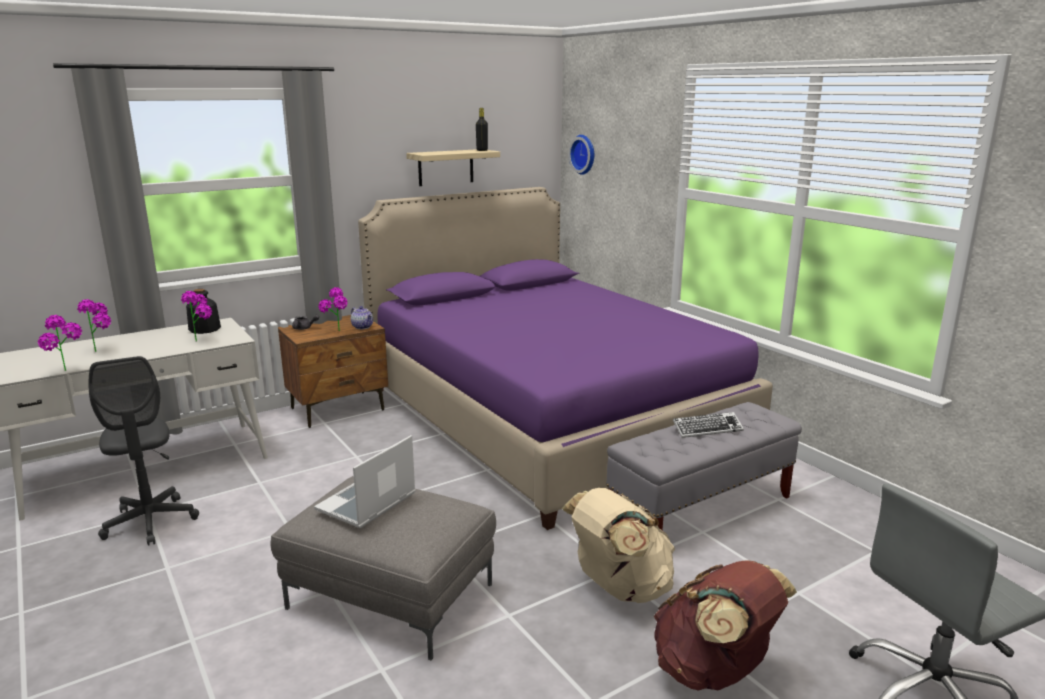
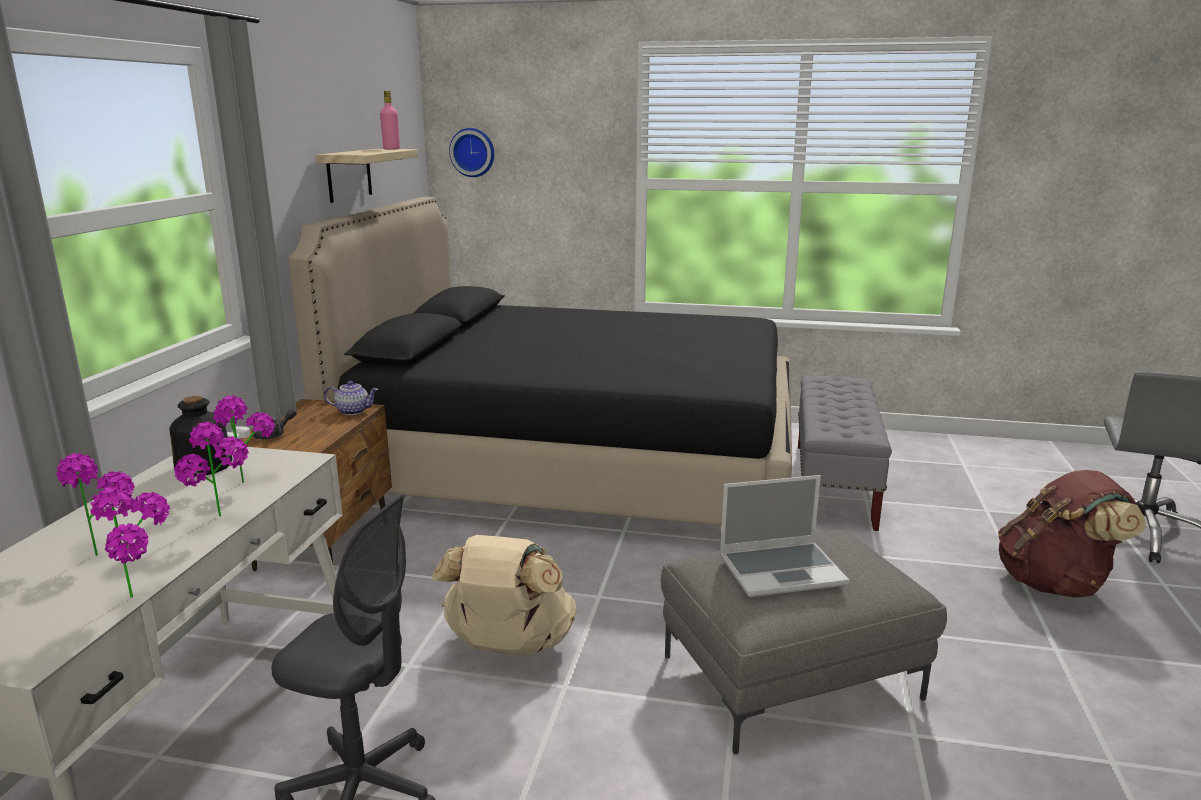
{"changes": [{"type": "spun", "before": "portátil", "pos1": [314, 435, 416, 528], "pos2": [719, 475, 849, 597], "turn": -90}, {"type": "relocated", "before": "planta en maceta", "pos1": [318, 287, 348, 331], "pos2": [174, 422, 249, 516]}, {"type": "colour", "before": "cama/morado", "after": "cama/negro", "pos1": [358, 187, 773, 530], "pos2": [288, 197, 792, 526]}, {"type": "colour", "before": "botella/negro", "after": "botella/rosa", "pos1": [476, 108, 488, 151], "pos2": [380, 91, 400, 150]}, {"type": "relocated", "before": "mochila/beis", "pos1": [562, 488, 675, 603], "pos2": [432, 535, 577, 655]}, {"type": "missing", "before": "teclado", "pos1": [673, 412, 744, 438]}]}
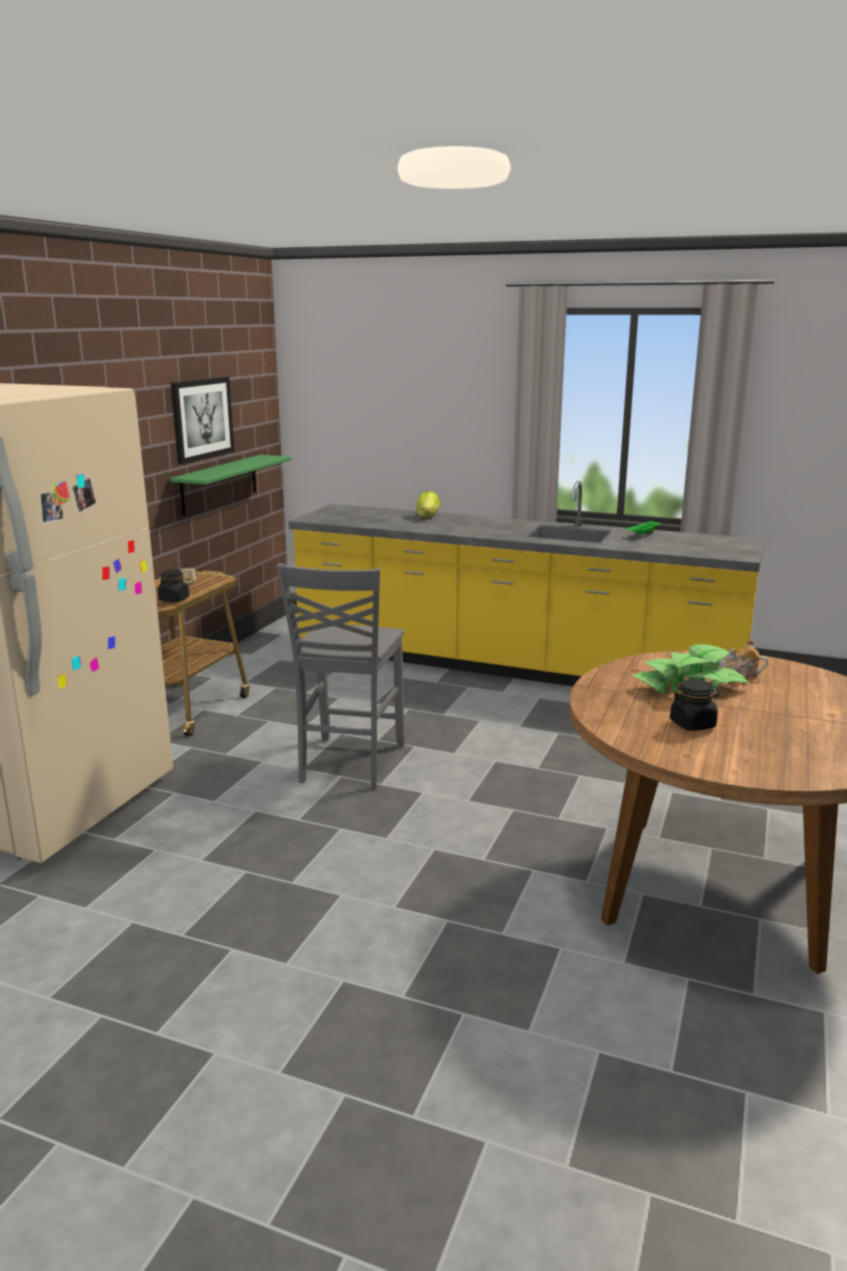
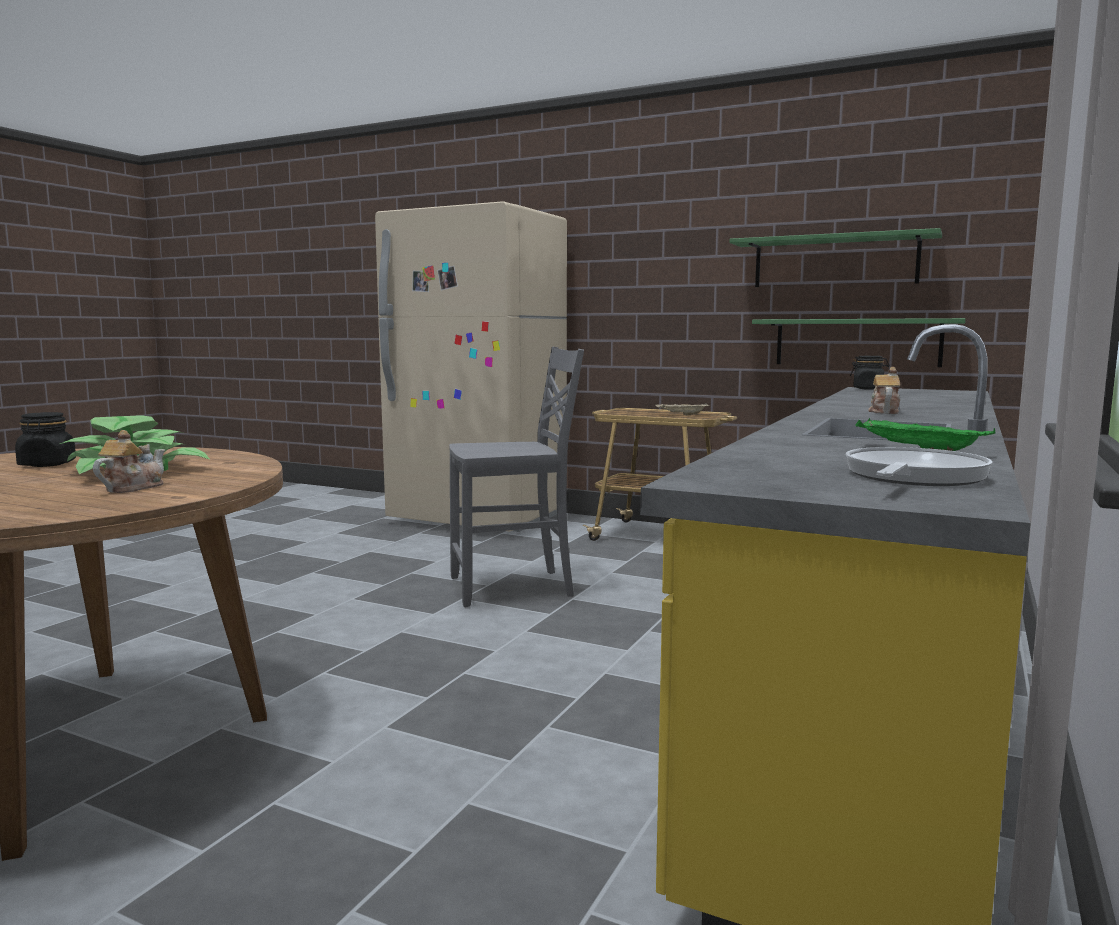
{"changes": [{"type": "relocated", "before": "tarro/negro", "pos1": [158, 569, 189, 602], "pos2": [850, 356, 890, 390]}, {"type": "exchanged", "before": "cuadro", "after": "estante/verde", "pos1": [171, 377, 234, 464], "pos2": [729, 228, 942, 287]}, {"type": "spun", "before": "silla/gris", "pos1": [277, 563, 405, 790], "pos2": [449, 347, 584, 607], "turn": 150}, {"type": "missing", "before": "lechuga", "pos1": [416, 491, 440, 517]}, {"type": "appeared", "after": "sartén", "pos2": [846, 447, 992, 486]}, {"type": "appeared", "after": "tetera", "pos2": [868, 367, 900, 414]}]}
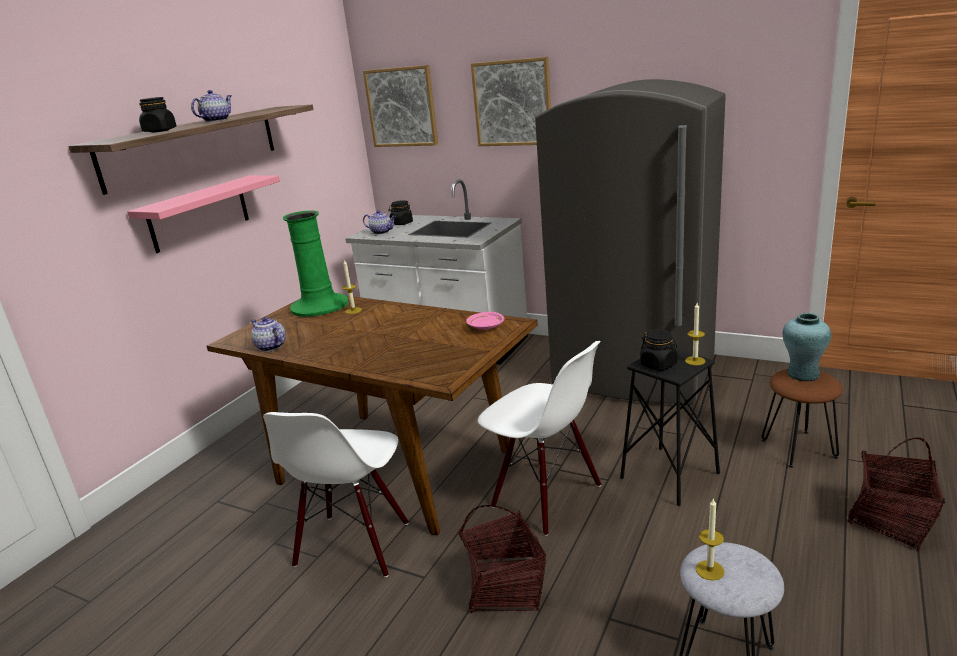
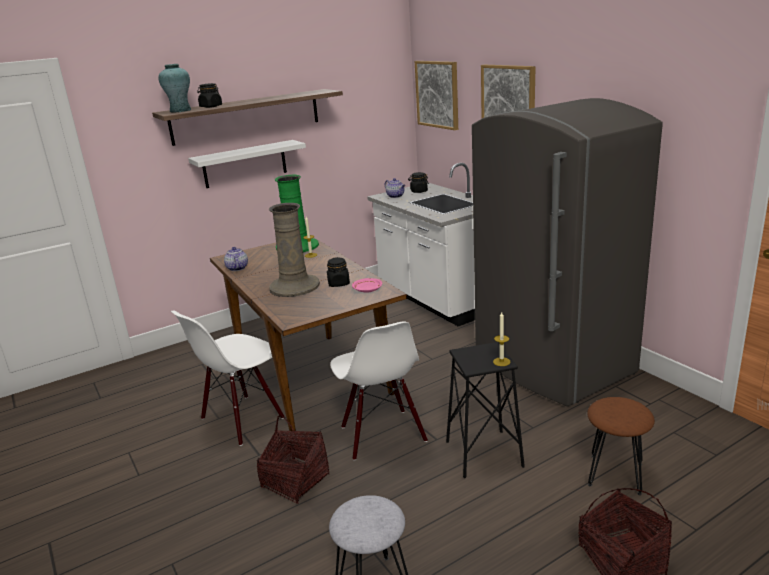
{"changes": [{"type": "colour", "before": "estante/rosa", "after": "estante/blanco", "pos1": [127, 175, 280, 253], "pos2": [188, 140, 306, 188]}, {"type": "missing", "before": "tetera", "pos1": [191, 90, 232, 122]}, {"type": "relocated", "before": "tarro/negro", "pos1": [640, 329, 677, 371], "pos2": [327, 257, 350, 287]}, {"type": "missing", "before": "vela", "pos1": [696, 498, 724, 580]}, {"type": "relocated", "before": "florero/turquesa", "pos1": [782, 313, 831, 381], "pos2": [158, 64, 191, 113]}, {"type": "appeared", "after": "florero/beis", "pos2": [269, 203, 320, 297]}]}
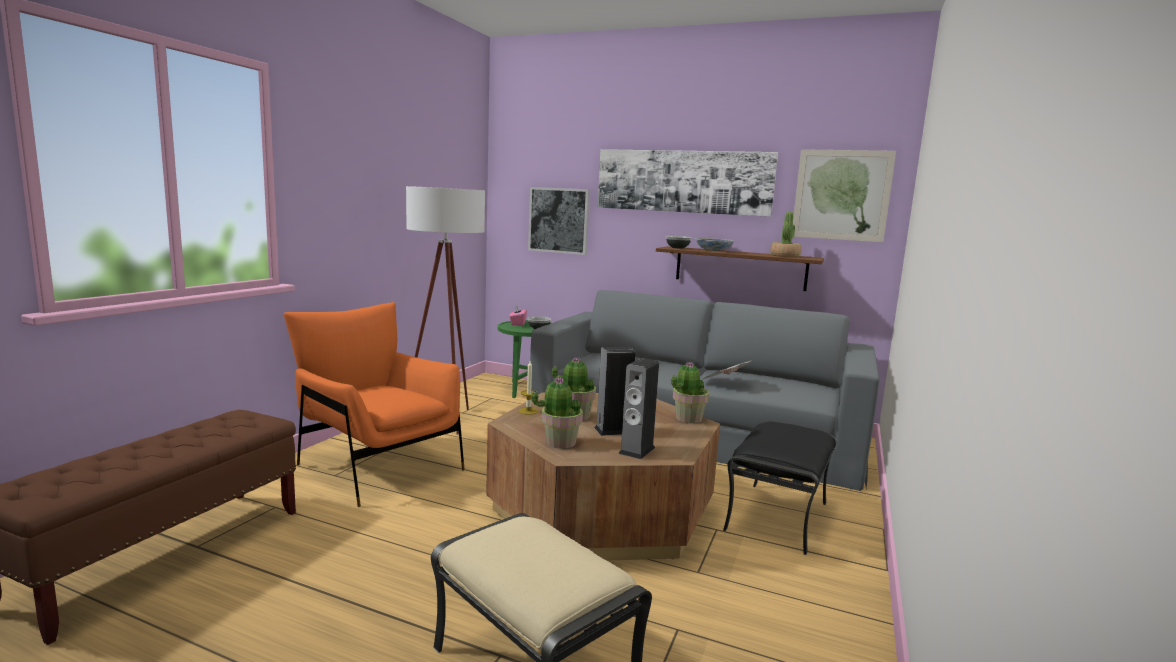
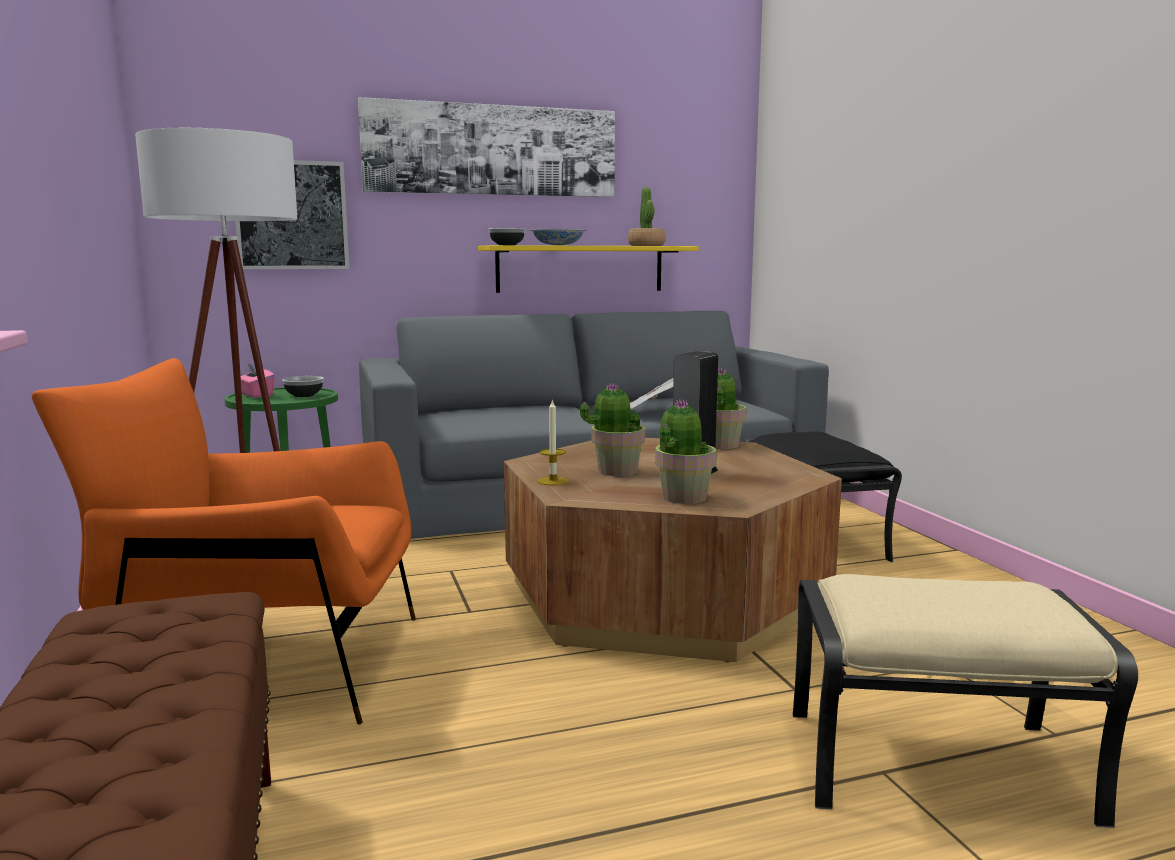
{"changes": [{"type": "missing", "before": "altavoz", "pos1": [618, 358, 659, 459]}, {"type": "colour", "before": "estante/marrón", "after": "estante/amarillo", "pos1": [656, 246, 824, 291], "pos2": [478, 245, 699, 293]}, {"type": "missing", "before": "cuadro", "pos1": [793, 149, 896, 242]}]}
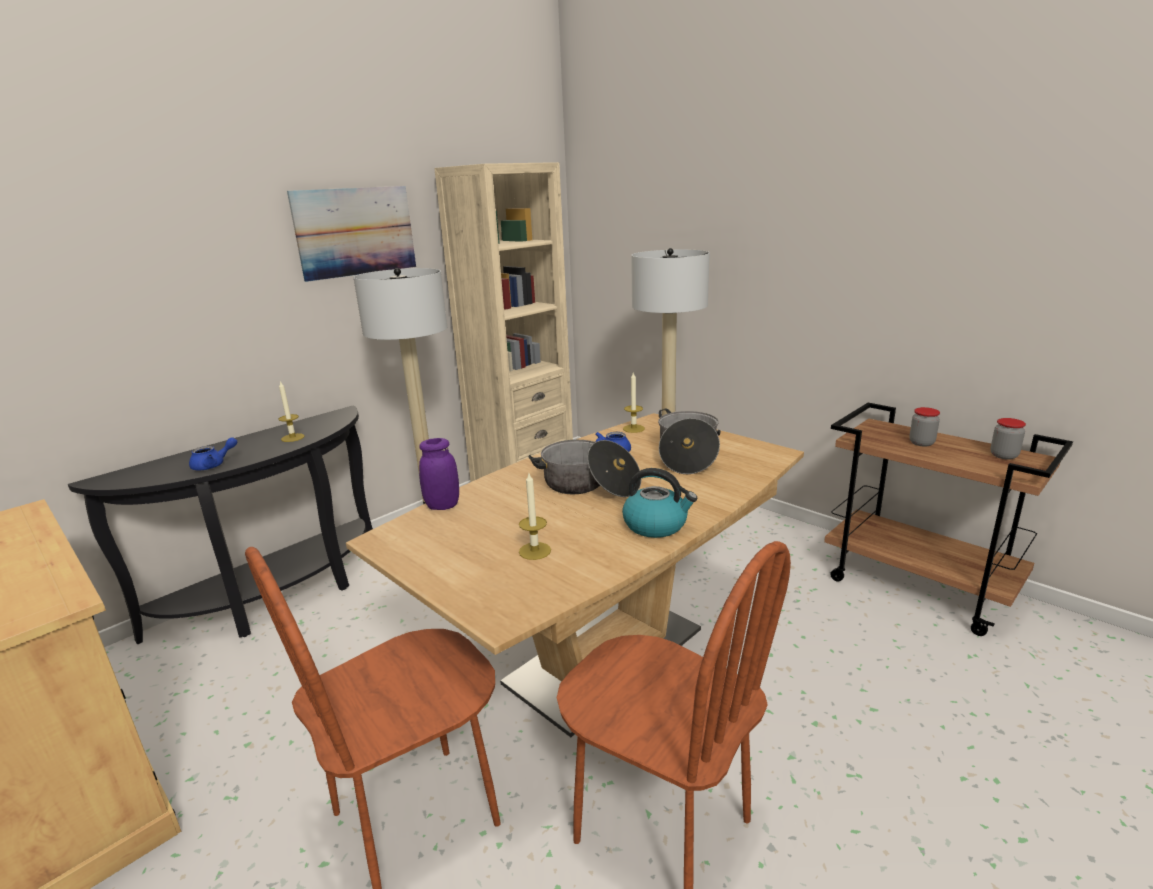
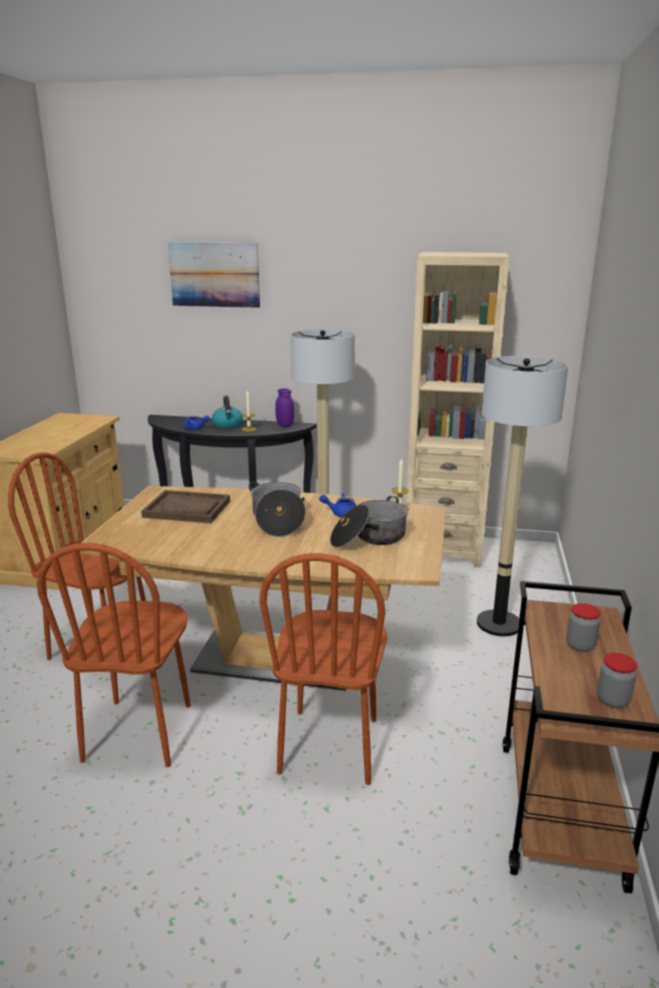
{"changes": [{"type": "relocated", "before": "cuadro", "pos1": [287, 186, 416, 282], "pos2": [168, 242, 260, 308]}, {"type": "relocated", "before": "tarro/morado", "pos1": [419, 438, 459, 510], "pos2": [275, 388, 294, 427]}, {"type": "missing", "before": "vela", "pos1": [519, 473, 551, 560]}, {"type": "relocated", "before": "hervidor", "pos1": [622, 468, 697, 538], "pos2": [212, 396, 243, 428]}, {"type": "appeared", "after": "bandeja/marrón", "pos2": [141, 490, 230, 523]}, {"type": "appeared", "after": "silla/marrón", "pos2": [259, 553, 387, 785]}]}
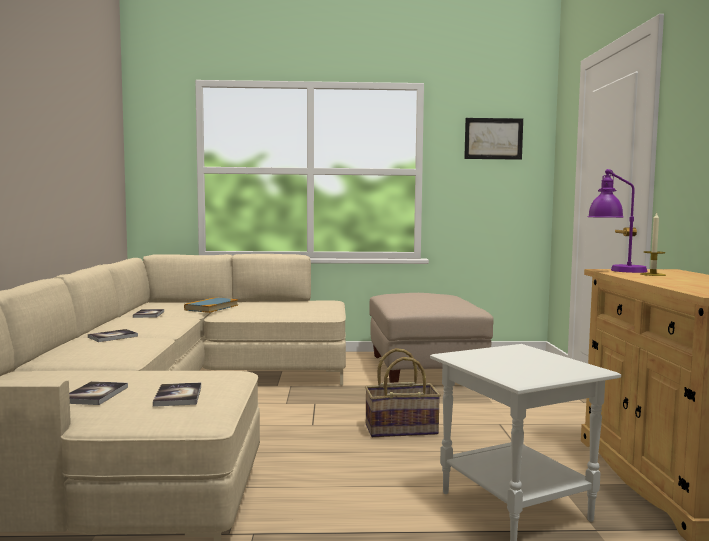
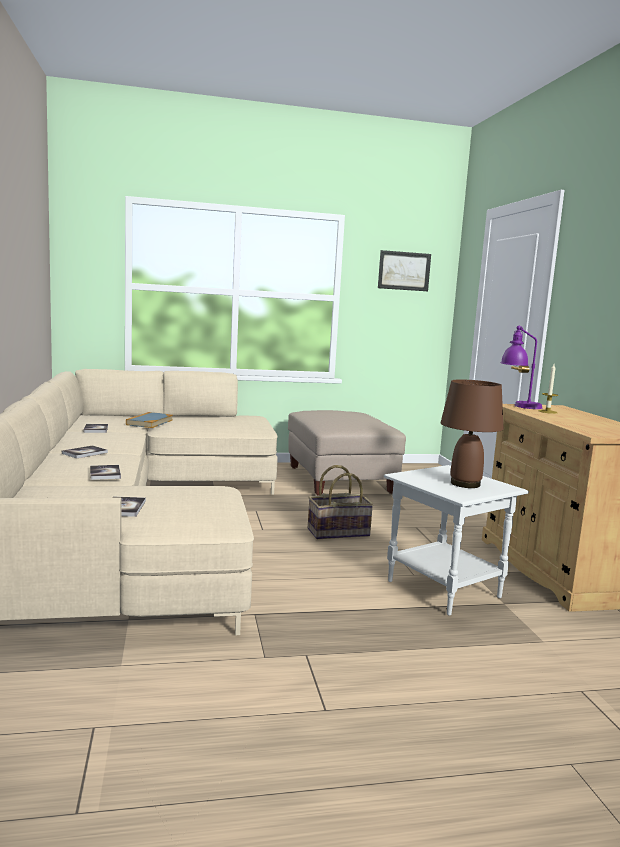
{"changes": [{"type": "relocated", "before": "libro", "pos1": [153, 382, 201, 407], "pos2": [90, 465, 121, 480]}, {"type": "appeared", "after": "lámpara de mesa/marrón", "pos2": [441, 379, 504, 488]}]}
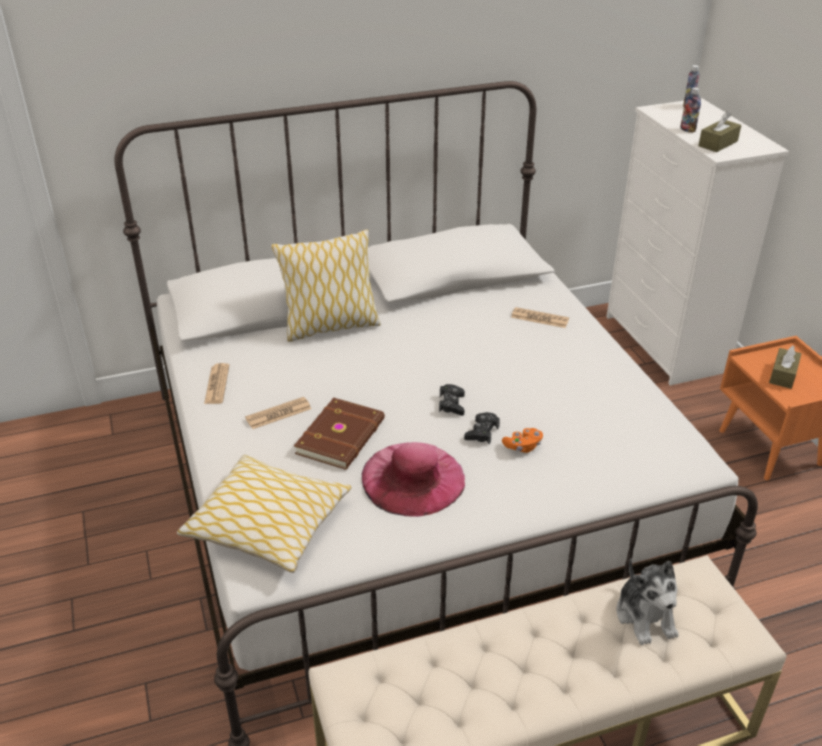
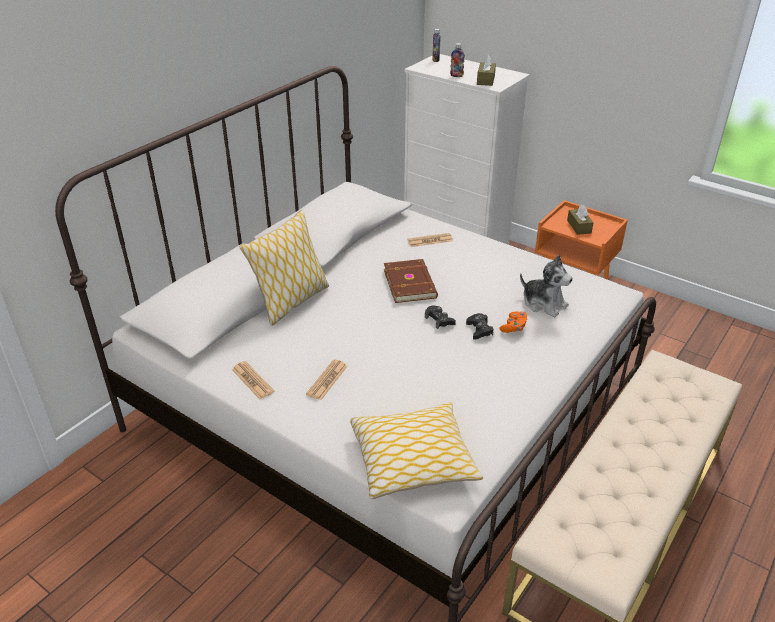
{"changes": [{"type": "relocated", "before": "libro/marrón", "pos1": [294, 398, 385, 470], "pos2": [384, 259, 438, 303]}, {"type": "missing", "before": "sombrero/rosa", "pos1": [361, 442, 465, 517]}, {"type": "relocated", "before": "peluche", "pos1": [616, 558, 678, 645], "pos2": [520, 255, 573, 317]}]}
